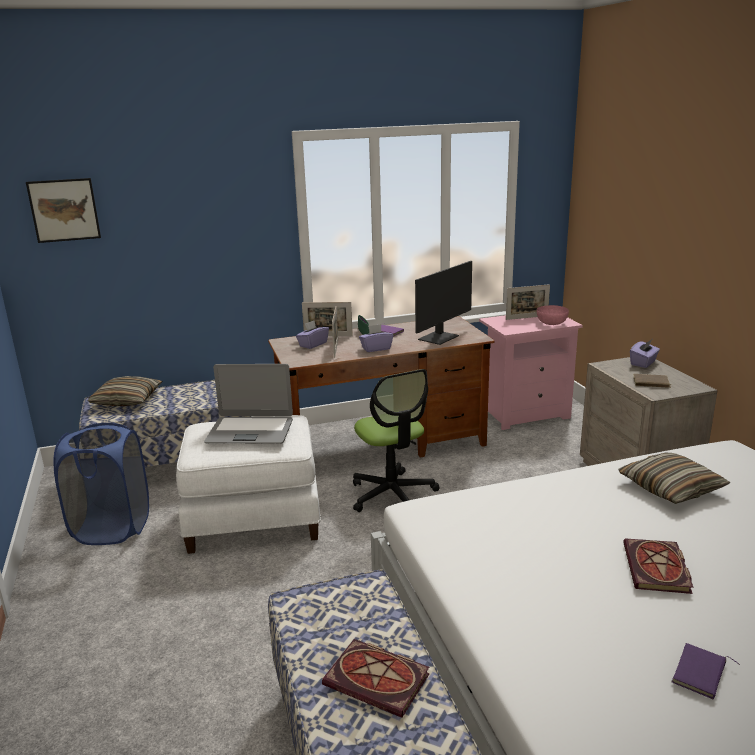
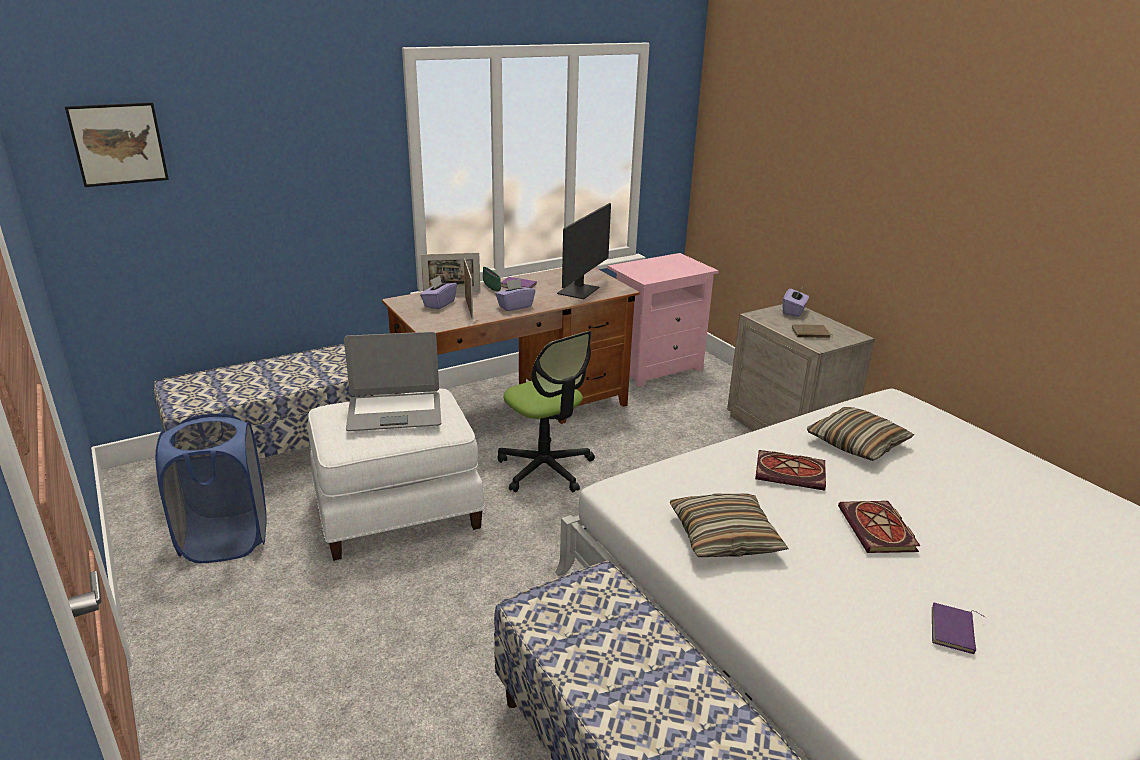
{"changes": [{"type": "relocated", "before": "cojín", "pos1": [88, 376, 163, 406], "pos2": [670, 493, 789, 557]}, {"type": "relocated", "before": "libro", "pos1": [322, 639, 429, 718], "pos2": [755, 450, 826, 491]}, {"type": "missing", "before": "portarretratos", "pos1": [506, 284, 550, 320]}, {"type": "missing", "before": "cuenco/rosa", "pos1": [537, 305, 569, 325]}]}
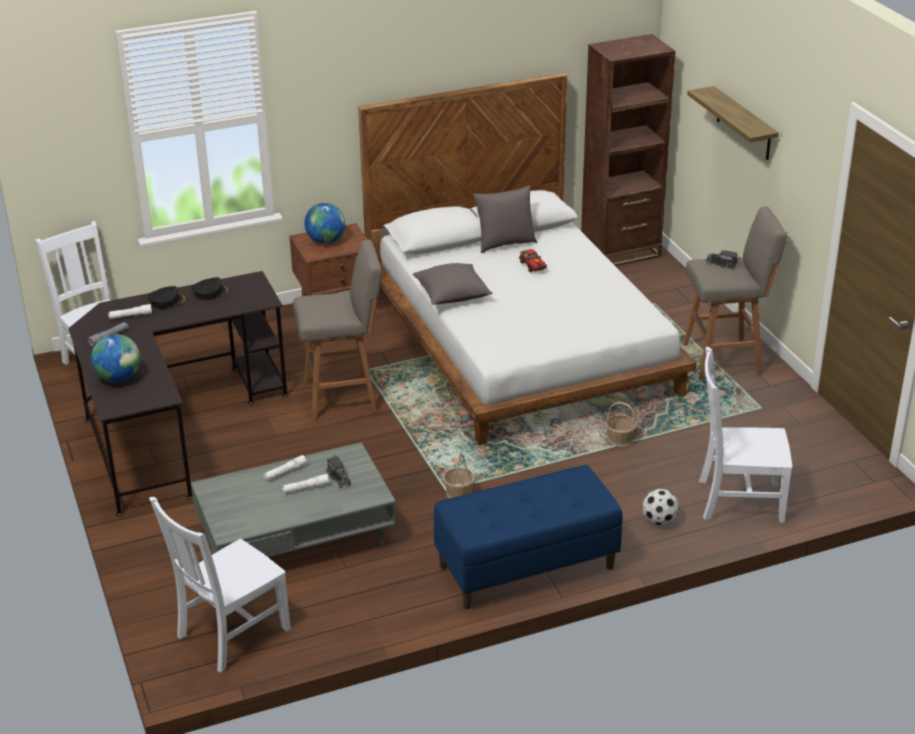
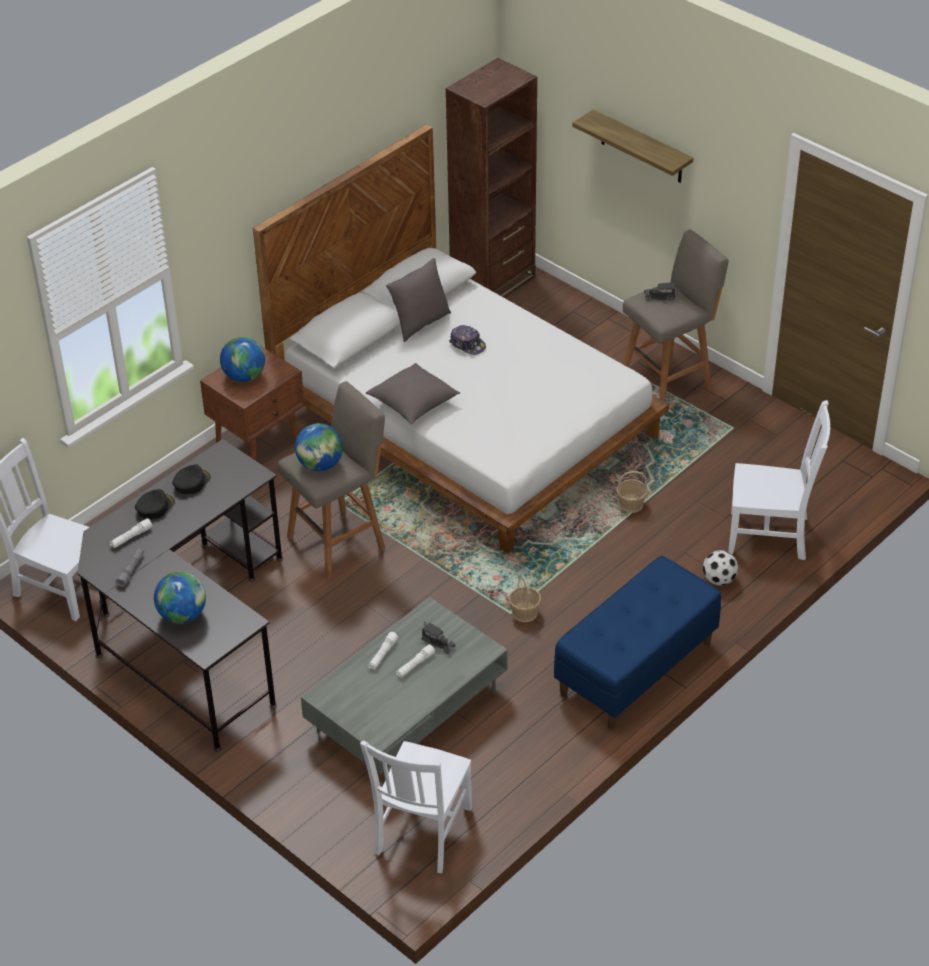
{"changes": [{"type": "exchanged", "before": "coche de juguete", "after": "gorra", "pos1": [519, 249, 547, 272], "pos2": [449, 325, 486, 355]}, {"type": "spun", "before": "silla/blanco", "pos1": [699, 347, 792, 523], "pos2": [728, 400, 830, 560], "turn": -150}, {"type": "appeared", "after": "globo terráqueo", "pos2": [295, 423, 343, 471]}]}
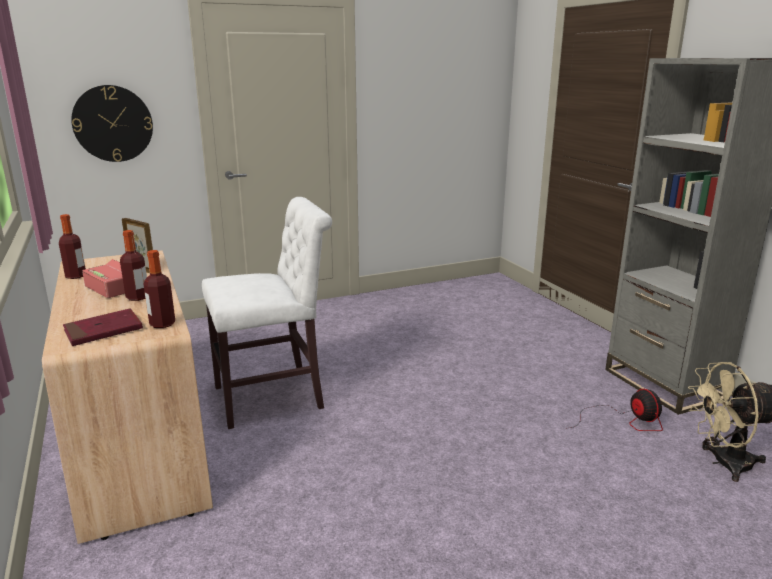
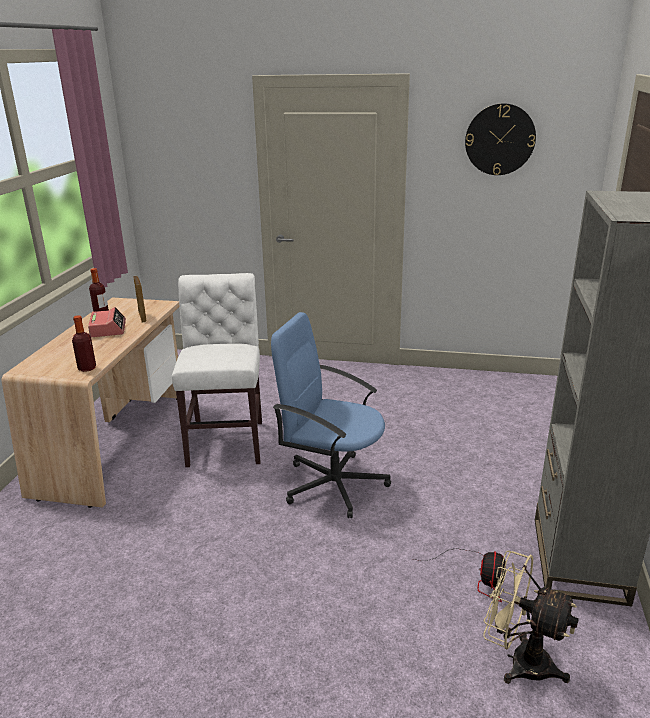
{"changes": [{"type": "missing", "before": "libro/rojo", "pos1": [63, 308, 143, 346]}, {"type": "relocated", "before": "reloj de pared", "pos1": [71, 85, 153, 162], "pos2": [465, 103, 536, 175]}, {"type": "missing", "before": "botella", "pos1": [120, 230, 147, 301]}, {"type": "spun", "before": "silla/blanco", "pos1": [202, 197, 332, 429], "pos2": [172, 273, 262, 467], "turn": -105}, {"type": "appeared", "after": "silla de oficina/azul", "pos2": [271, 312, 391, 518]}]}
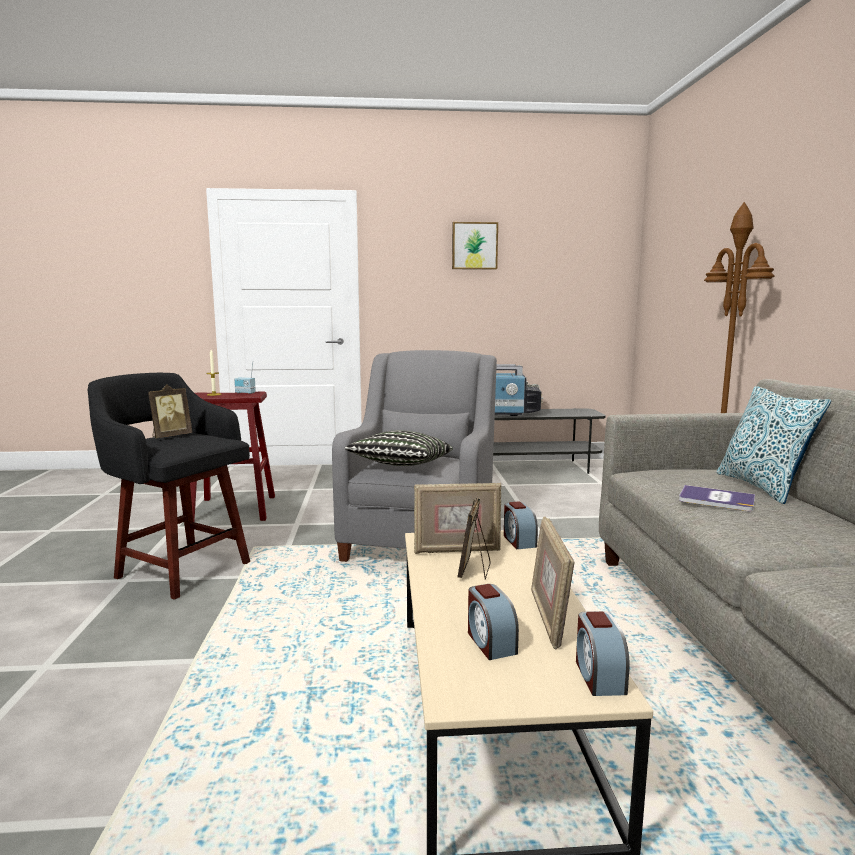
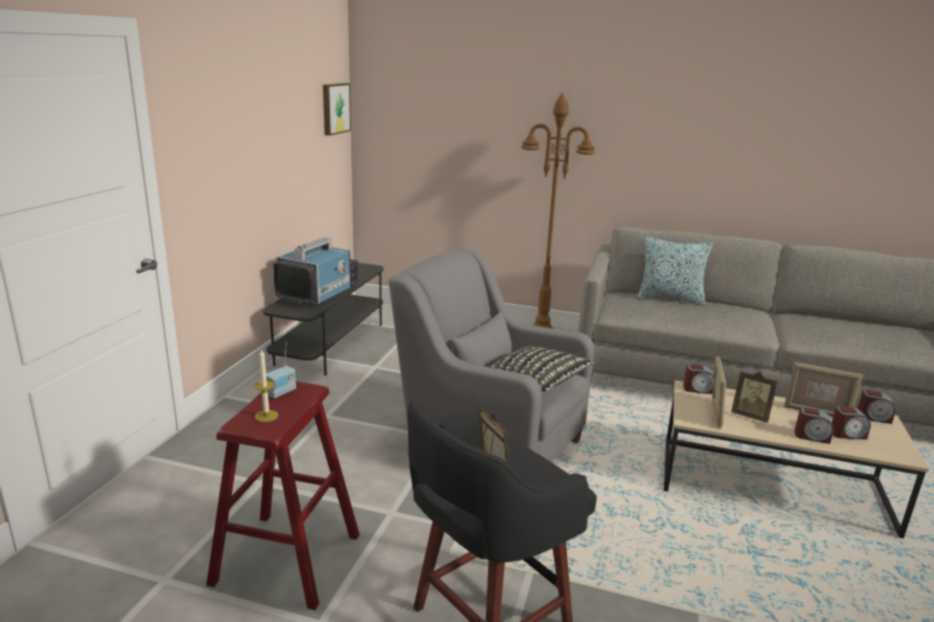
{"changes": [{"type": "relocated", "before": "cuadro", "pos1": [452, 222, 498, 270], "pos2": [323, 83, 351, 136]}, {"type": "missing", "before": "libro", "pos1": [679, 485, 755, 511]}, {"type": "appeared", "after": "despertador", "pos2": [795, 407, 834, 444]}]}
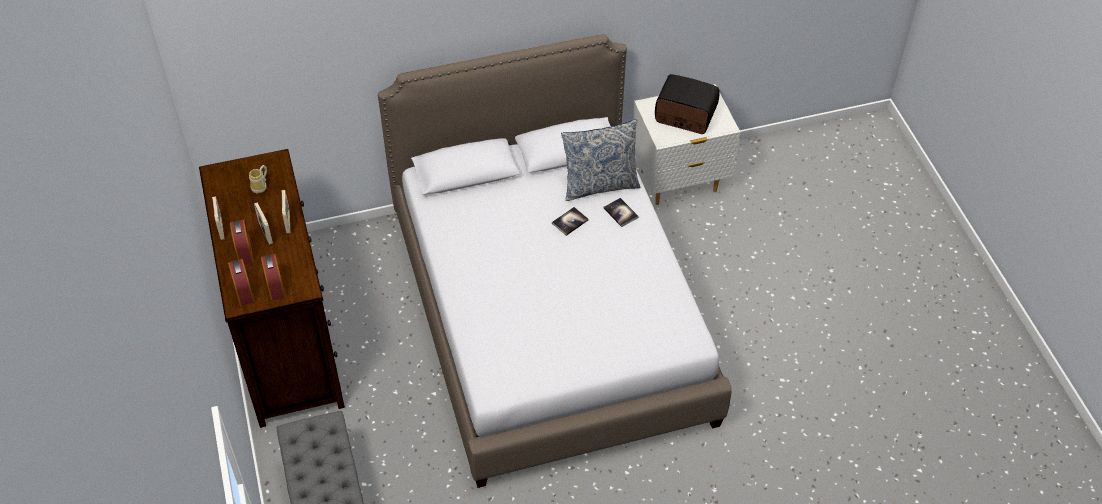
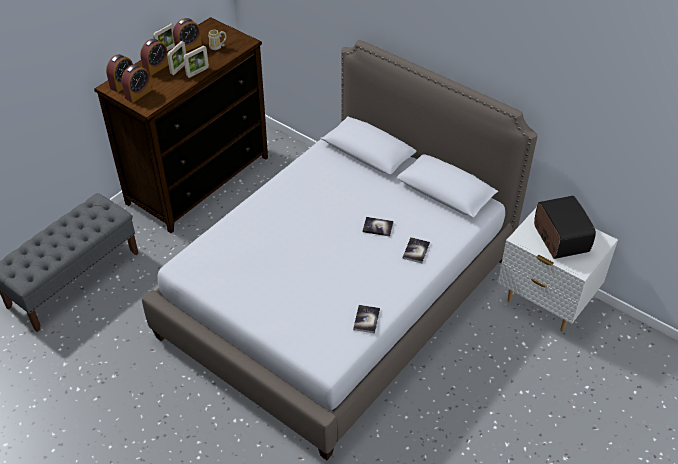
{"changes": [{"type": "missing", "before": "cojín", "pos1": [561, 119, 640, 201]}, {"type": "appeared", "after": "despertador", "pos2": [173, 18, 202, 52]}, {"type": "appeared", "after": "libro", "pos2": [353, 305, 380, 334]}]}
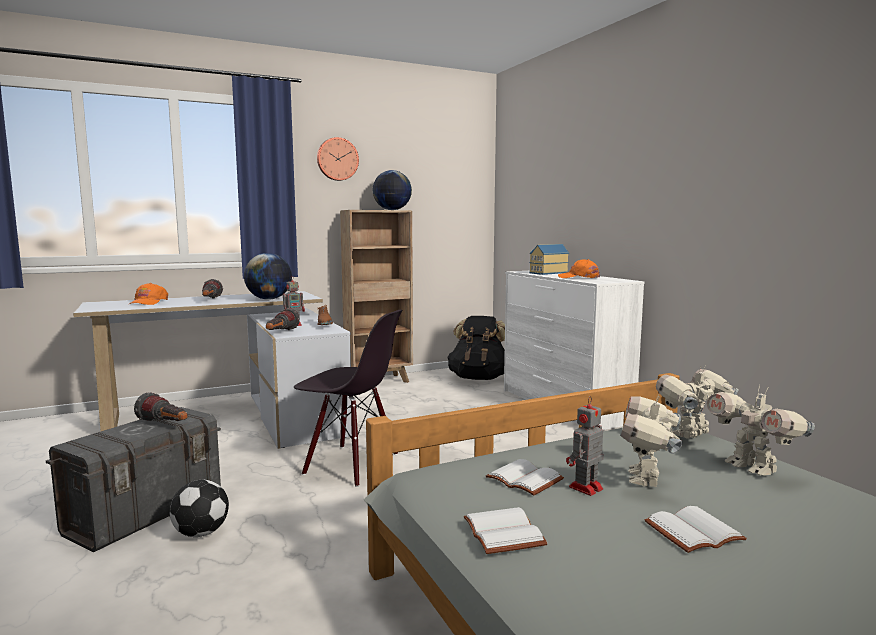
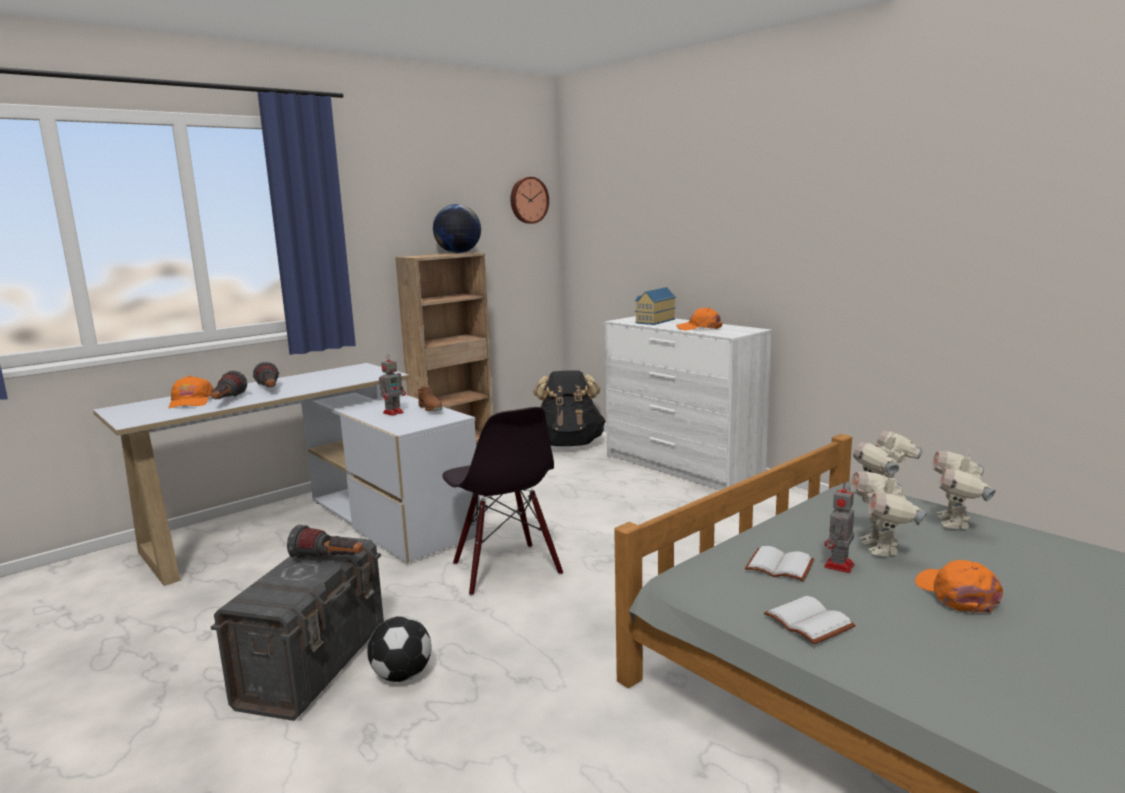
{"changes": [{"type": "missing", "before": "globo terráqueo", "pos1": [244, 253, 292, 300]}, {"type": "relocated", "before": "linterna", "pos1": [266, 308, 300, 330], "pos2": [211, 371, 247, 399]}, {"type": "spun", "before": "silla/negro", "pos1": [294, 310, 402, 487], "pos2": [443, 407, 563, 596], "turn": 60}, {"type": "relocated", "before": "reloj de pared", "pos1": [317, 137, 359, 181], "pos2": [510, 177, 549, 224]}, {"type": "exchanged", "before": "libro/blanco", "after": "gorra/naranja", "pos1": [645, 506, 747, 553], "pos2": [915, 560, 1003, 613]}, {"type": "spun", "before": "robot de juguete", "pos1": [707, 385, 815, 476], "pos2": [932, 450, 996, 530], "turn": 60}]}
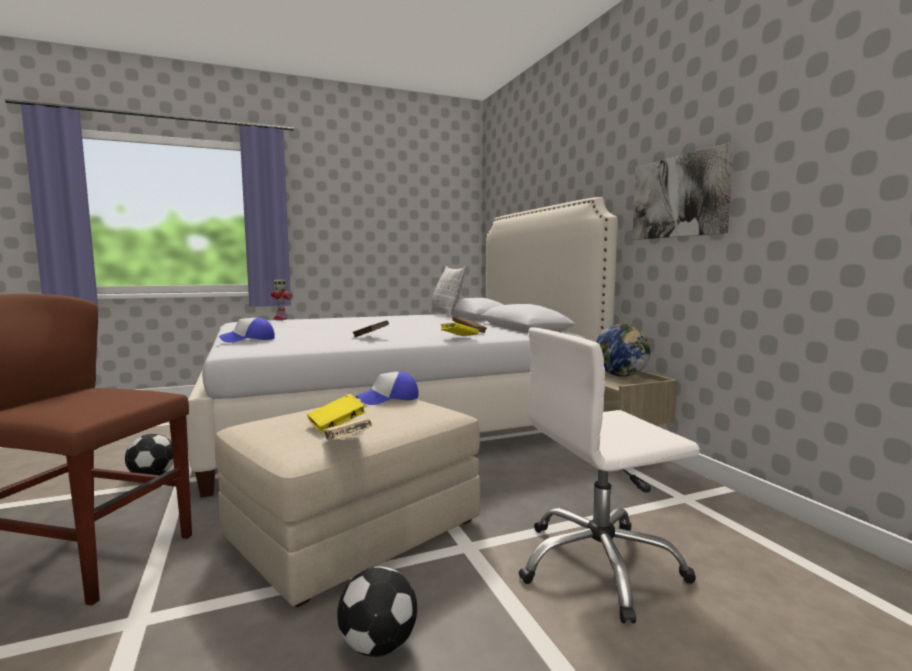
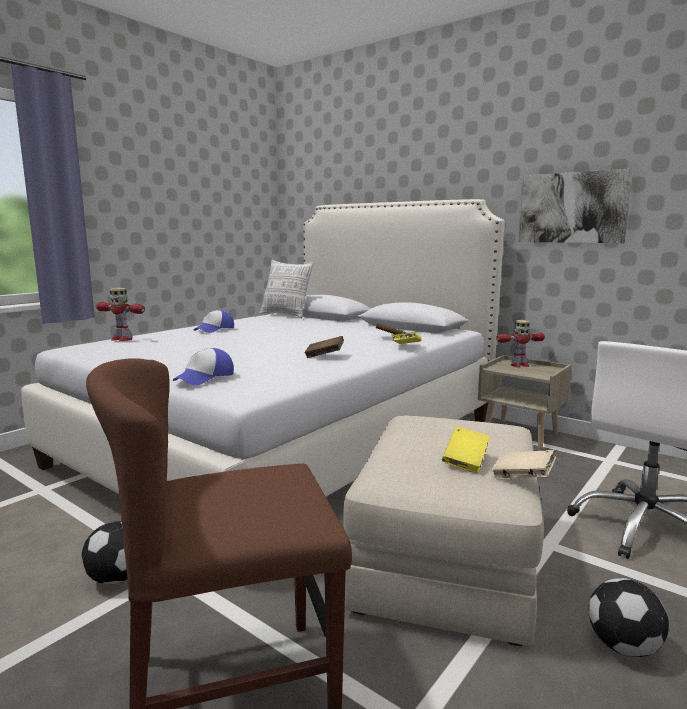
{"changes": [{"type": "relocated", "before": "gorra", "pos1": [356, 371, 419, 405], "pos2": [194, 310, 234, 333]}, {"type": "exchanged", "before": "globo terráqueo", "after": "robot de juguete", "pos1": [596, 324, 651, 377], "pos2": [496, 320, 545, 367]}]}
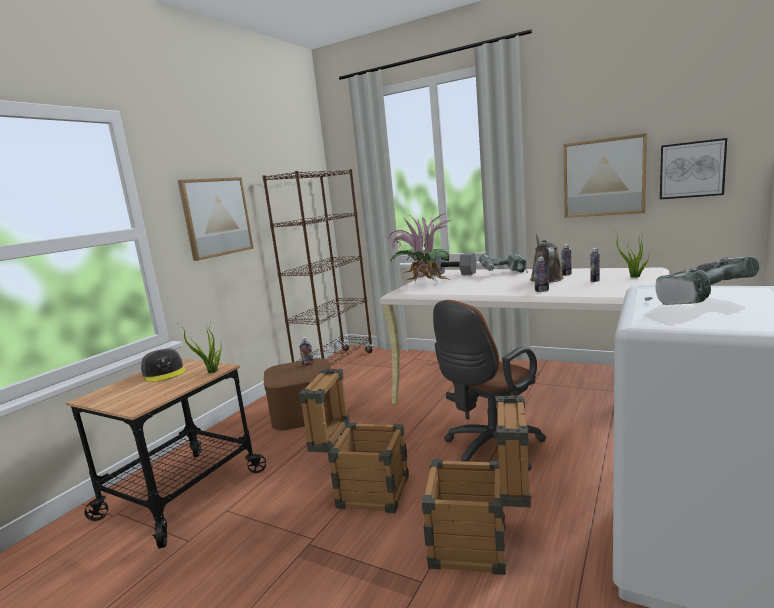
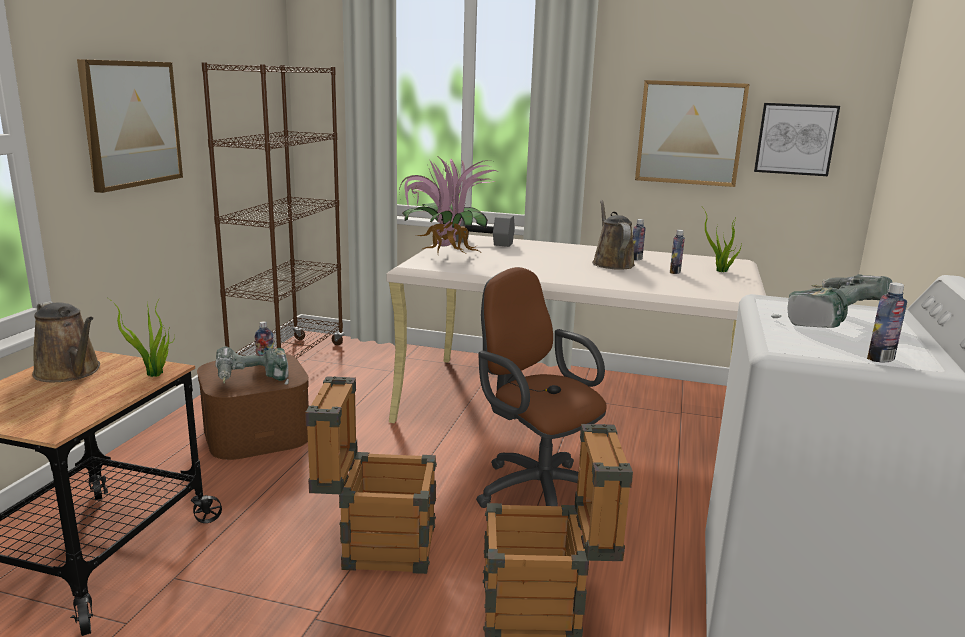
{"changes": [{"type": "exchanged", "before": "gorra/gris", "after": "regadera/marrón", "pos1": [141, 349, 186, 382], "pos2": [32, 301, 100, 382]}, {"type": "spun", "before": "silla de oficina/marrón", "pos1": [433, 300, 546, 471], "pos2": [476, 267, 607, 508], "turn": 105}, {"type": "relocated", "before": "taladro", "pos1": [479, 254, 528, 273], "pos2": [215, 346, 289, 385]}, {"type": "relocated", "before": "botella", "pos1": [534, 257, 549, 292], "pos2": [867, 282, 907, 362]}]}
